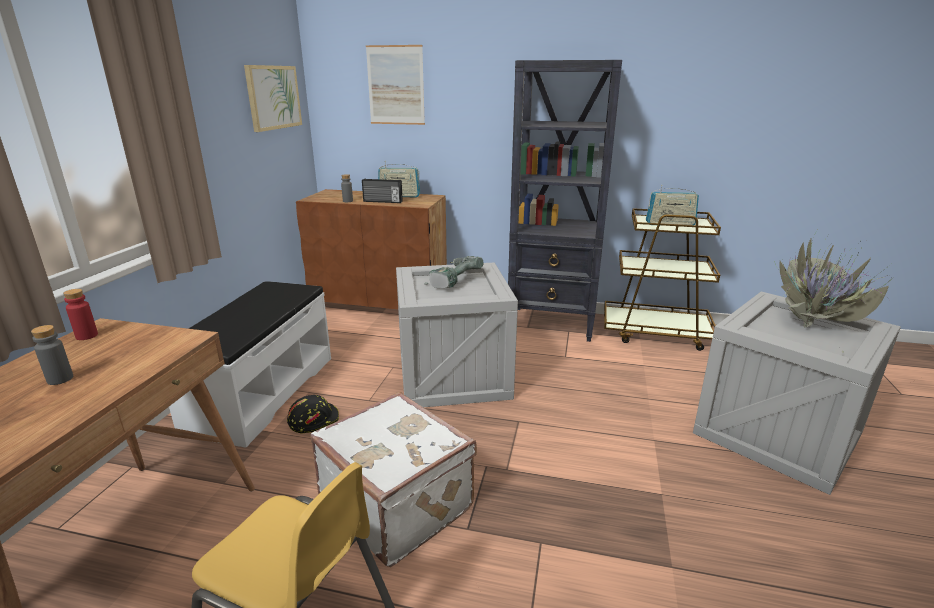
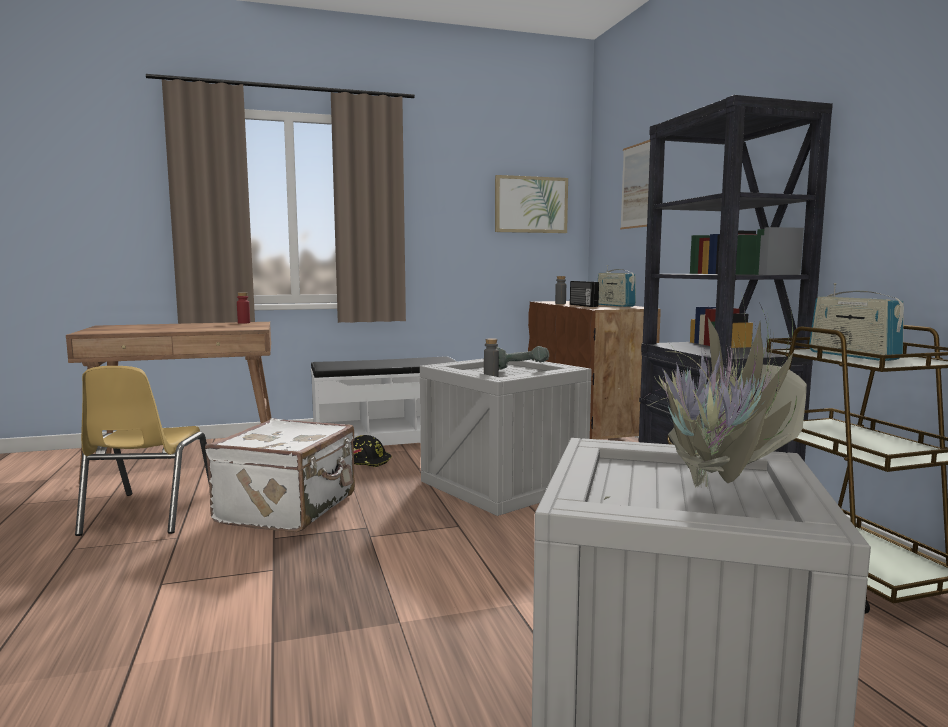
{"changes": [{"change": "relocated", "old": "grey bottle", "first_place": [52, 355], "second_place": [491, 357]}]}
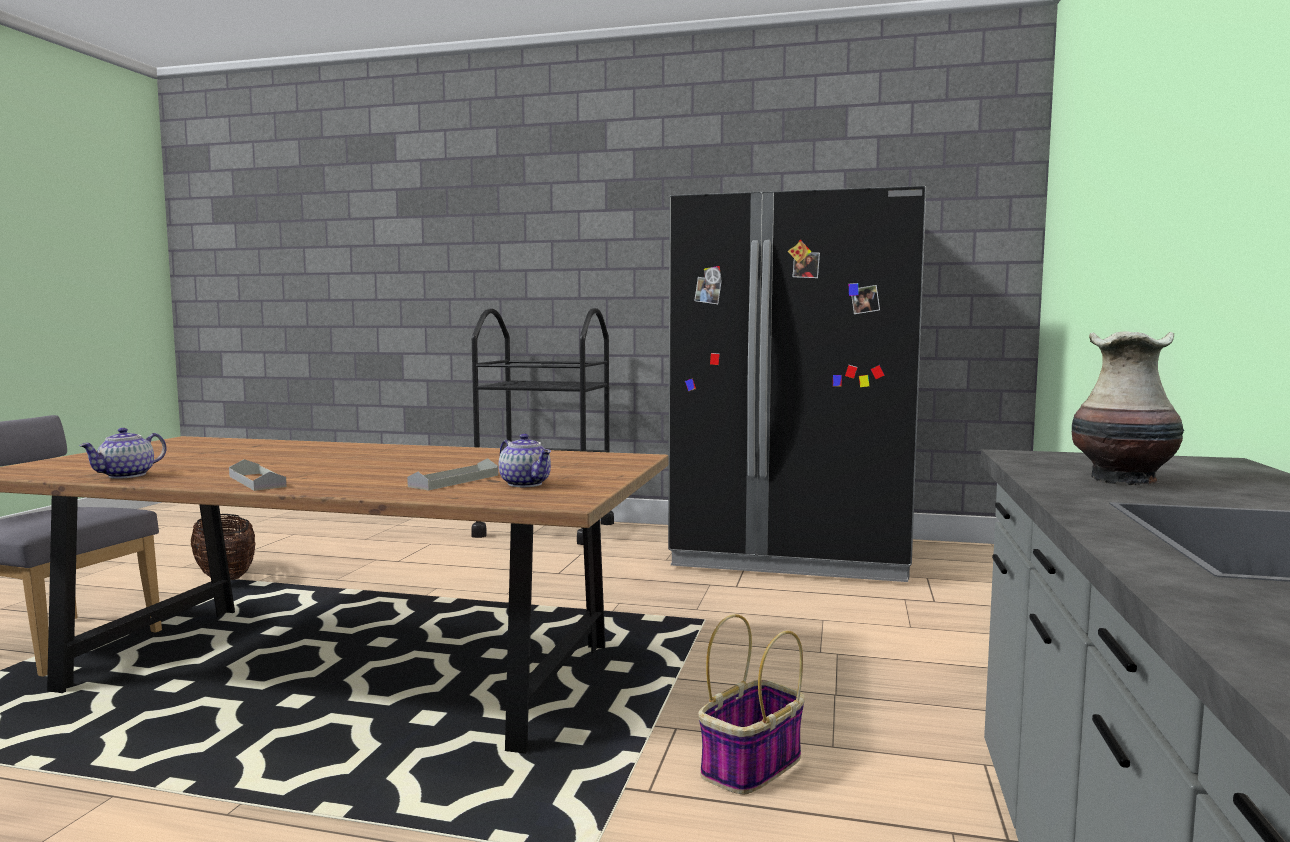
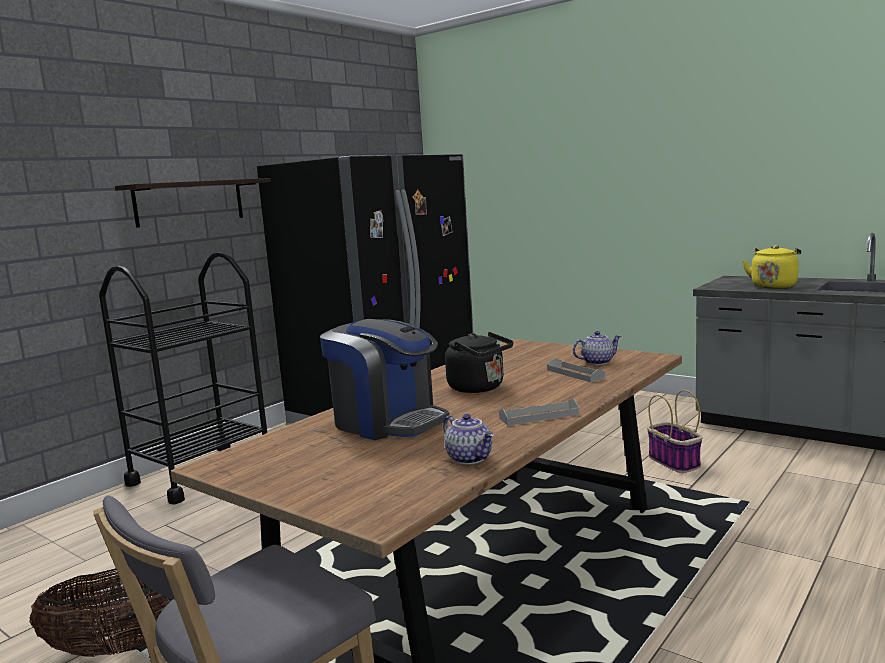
{"changes": [{"change": "exchanged", "old": "vase", "new": "yellow kettle", "first_place": [1128, 409], "second_place": [771, 266]}, {"change": "appeared", "new": "shelf", "second_place": [193, 203]}, {"change": "appeared", "new": "coffee machine", "second_place": [384, 379]}, {"change": "appeared", "new": "black kettle", "second_place": [479, 362]}]}
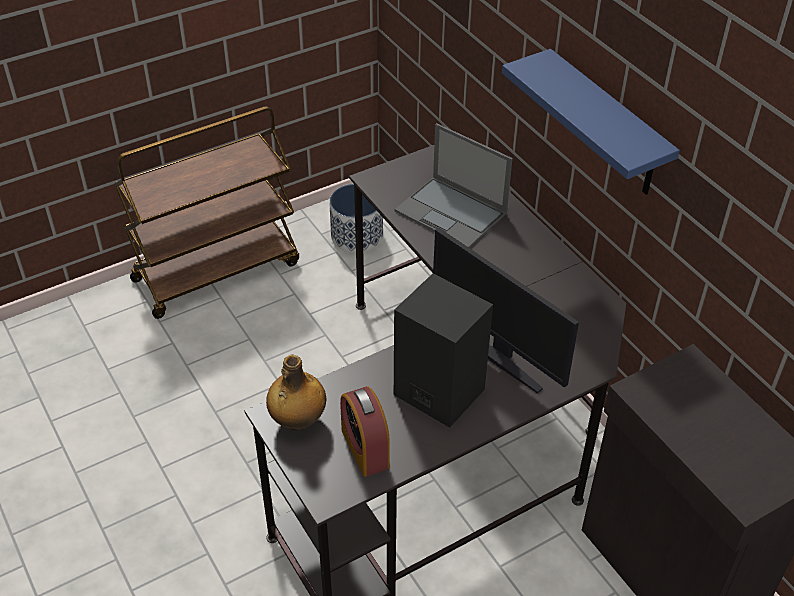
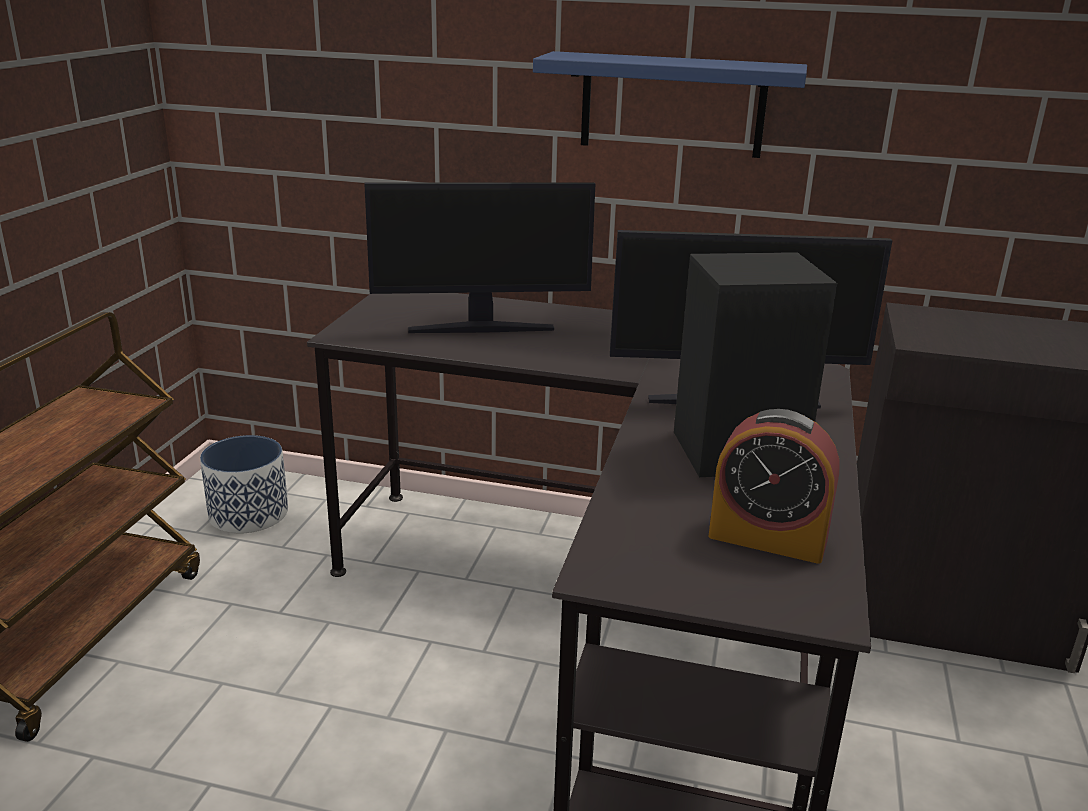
{"changes": [{"change": "exchanged", "old": "laptop", "new": "monitor", "first_place": [454, 185], "second_place": [479, 258]}, {"change": "missing", "old": "bottle", "first_place": [296, 393]}]}
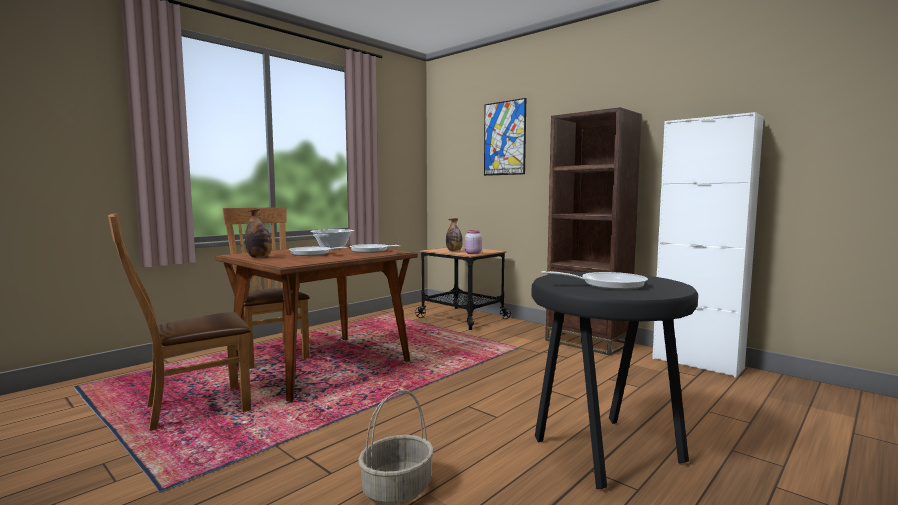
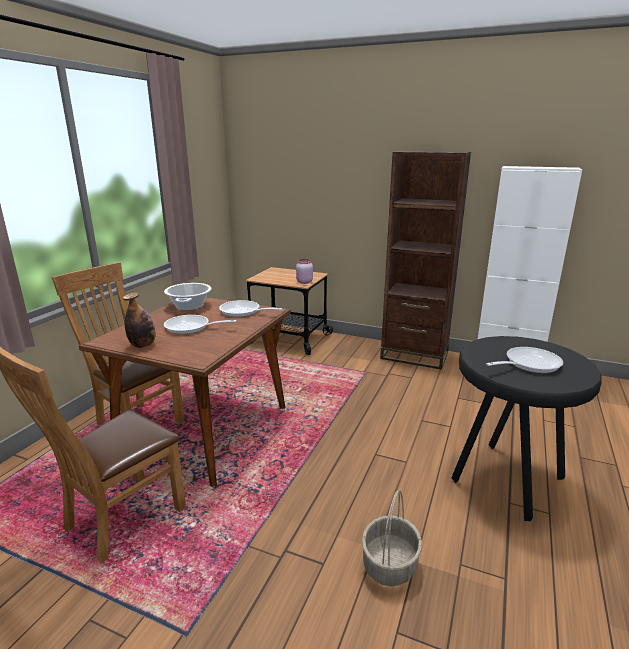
{"changes": [{"change": "missing", "old": "picture", "first_place": [505, 137]}, {"change": "missing", "old": "bottle", "first_place": [454, 234]}]}
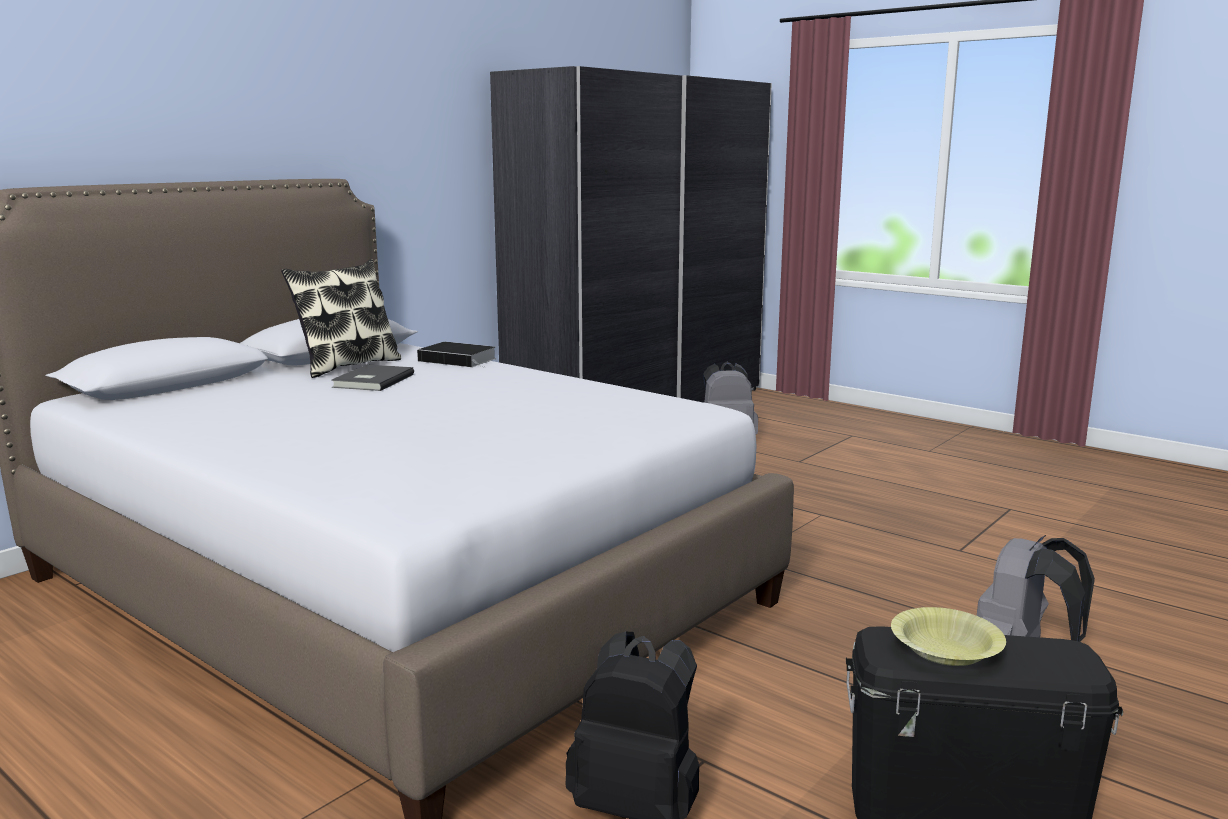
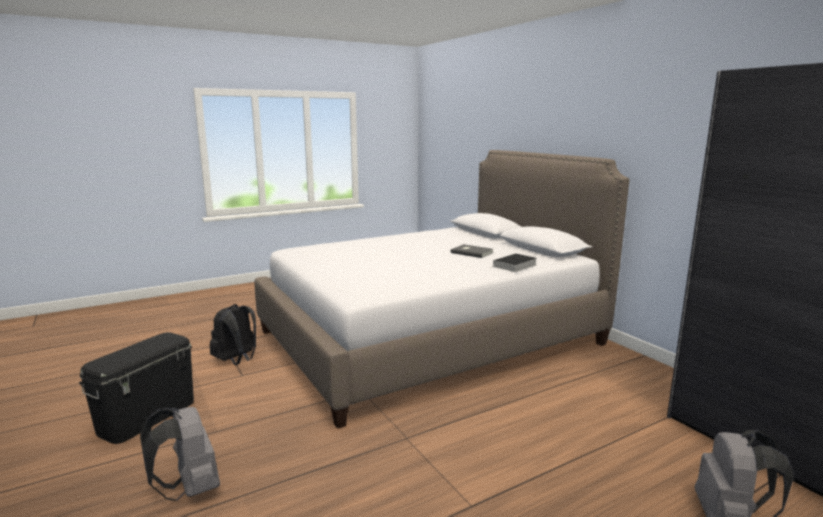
{"changes": [{"change": "missing", "old": "pillow", "first_place": [341, 318]}, {"change": "missing", "old": "yellow bowl", "first_place": [948, 636]}]}
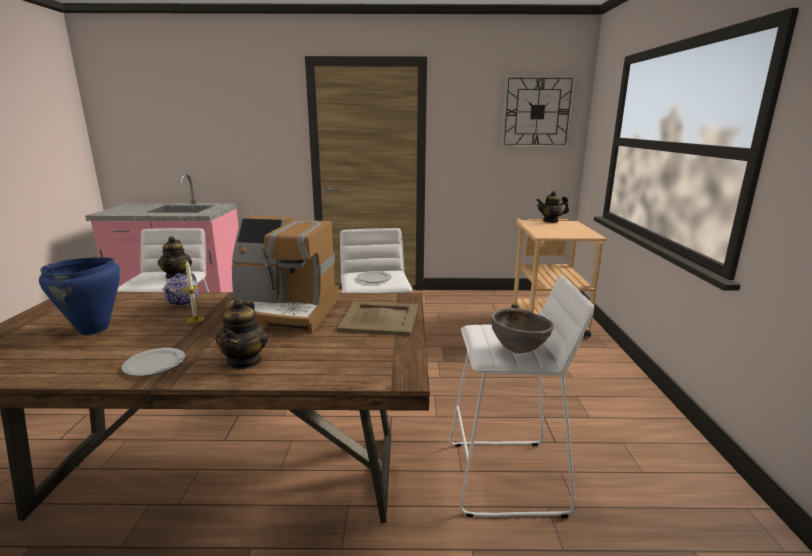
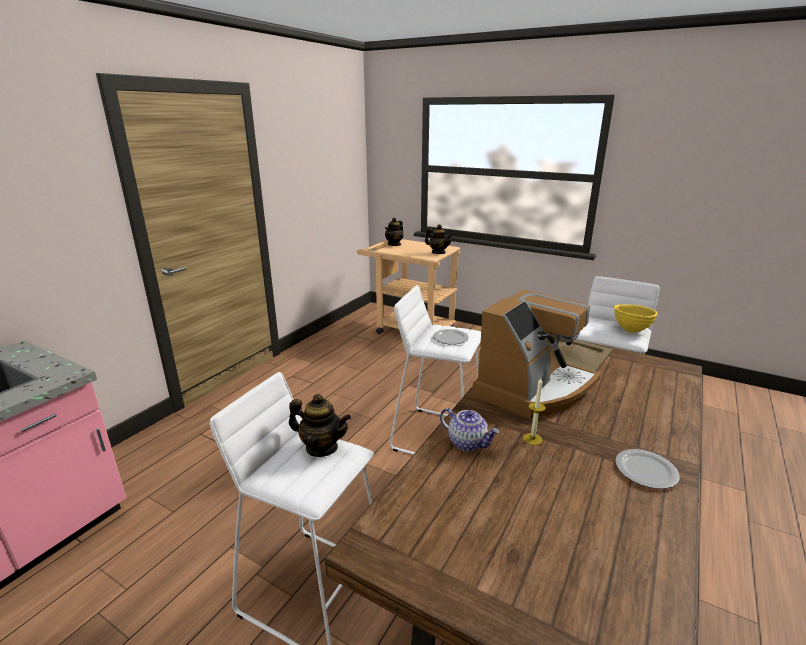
{"changes": [{"change": "missing", "old": "wall clock", "first_place": [538, 111]}, {"change": "missing", "old": "blue cooking pot", "first_place": [80, 296]}, {"change": "relocated", "old": "teapot", "first_place": [242, 333], "second_place": [439, 239]}, {"change": "colour", "old": "brown bowl", "new": "yellow bowl", "first_place": [522, 330], "second_place": [635, 318]}]}
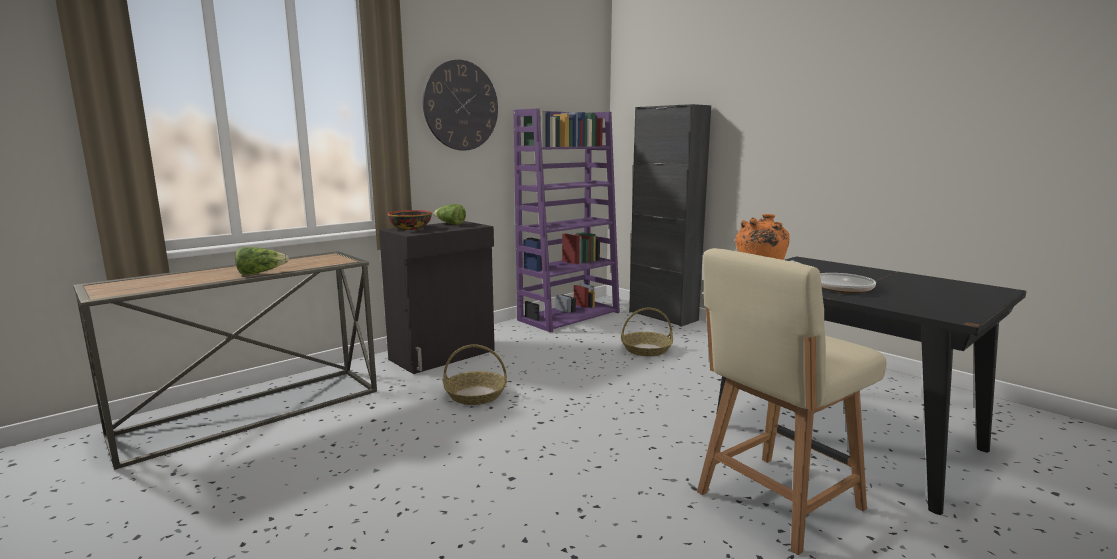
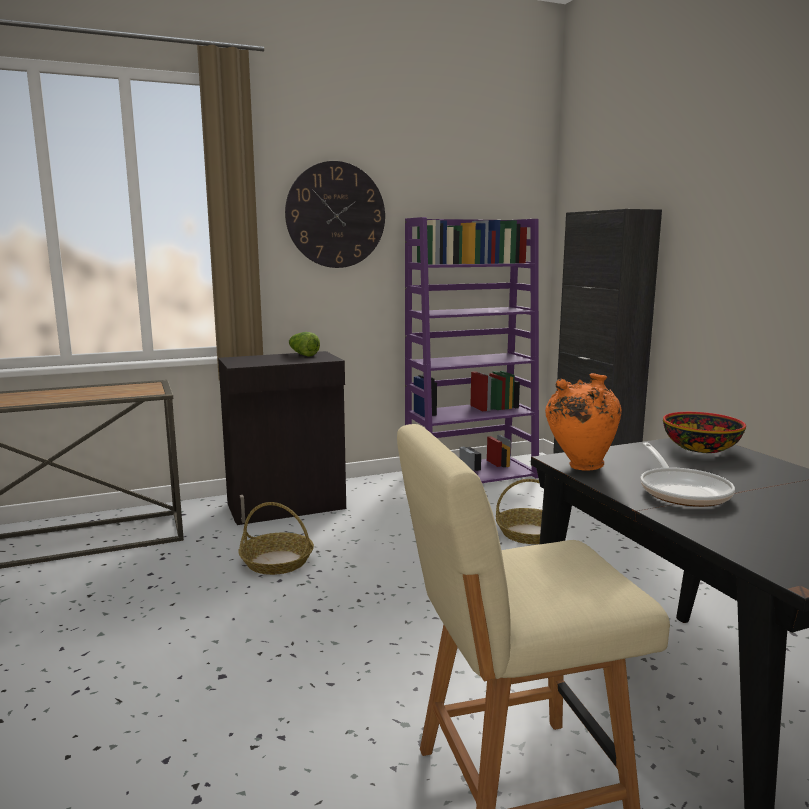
{"changes": [{"change": "relocated", "old": "bowl", "first_place": [409, 220], "second_place": [704, 432]}, {"change": "missing", "old": "lettuce", "first_place": [262, 261]}]}
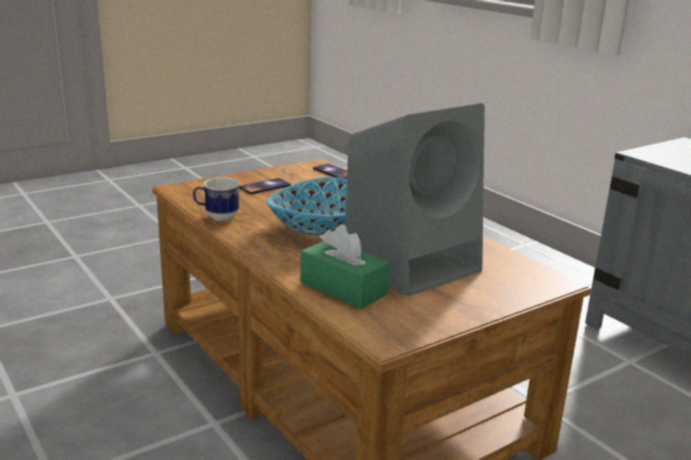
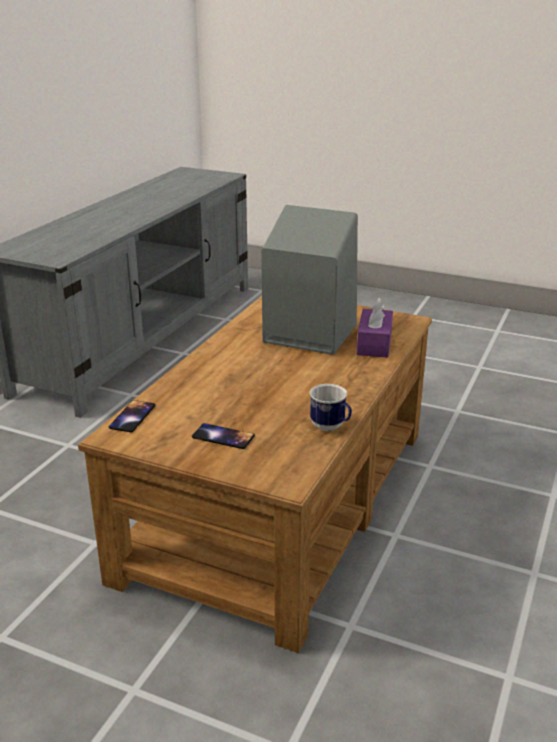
{"changes": [{"change": "missing", "old": "bowl", "first_place": [306, 206]}, {"change": "colour", "old": "green tissue box", "new": "purple tissue box", "first_place": [345, 267], "second_place": [375, 328]}]}
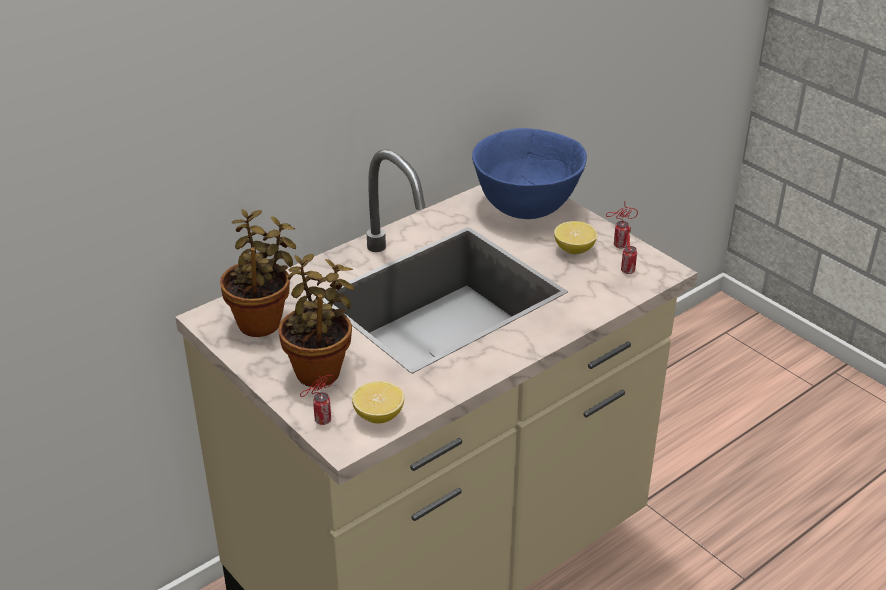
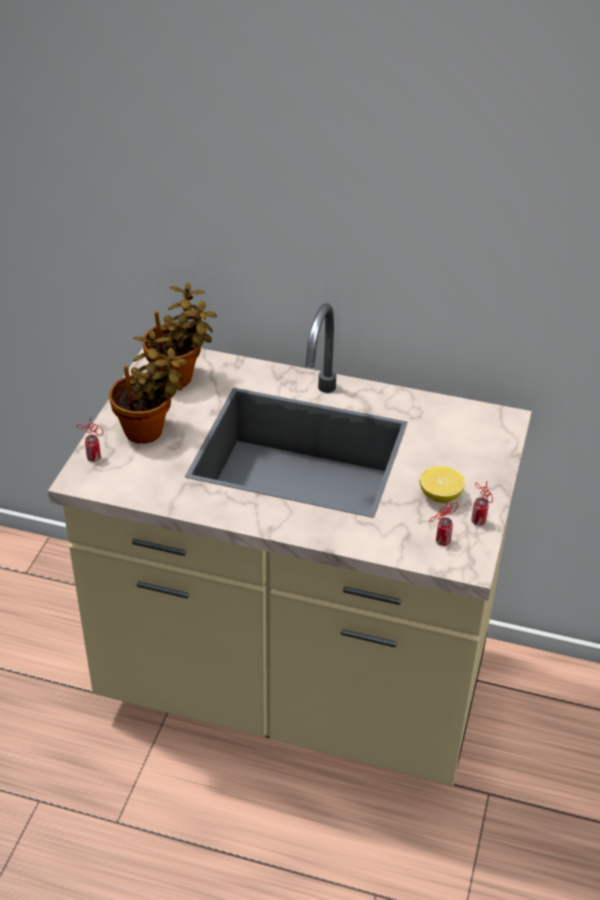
{"changes": [{"change": "missing", "old": "blue bowl", "first_place": [529, 173]}, {"change": "missing", "old": "lemon", "first_place": [378, 402]}]}
